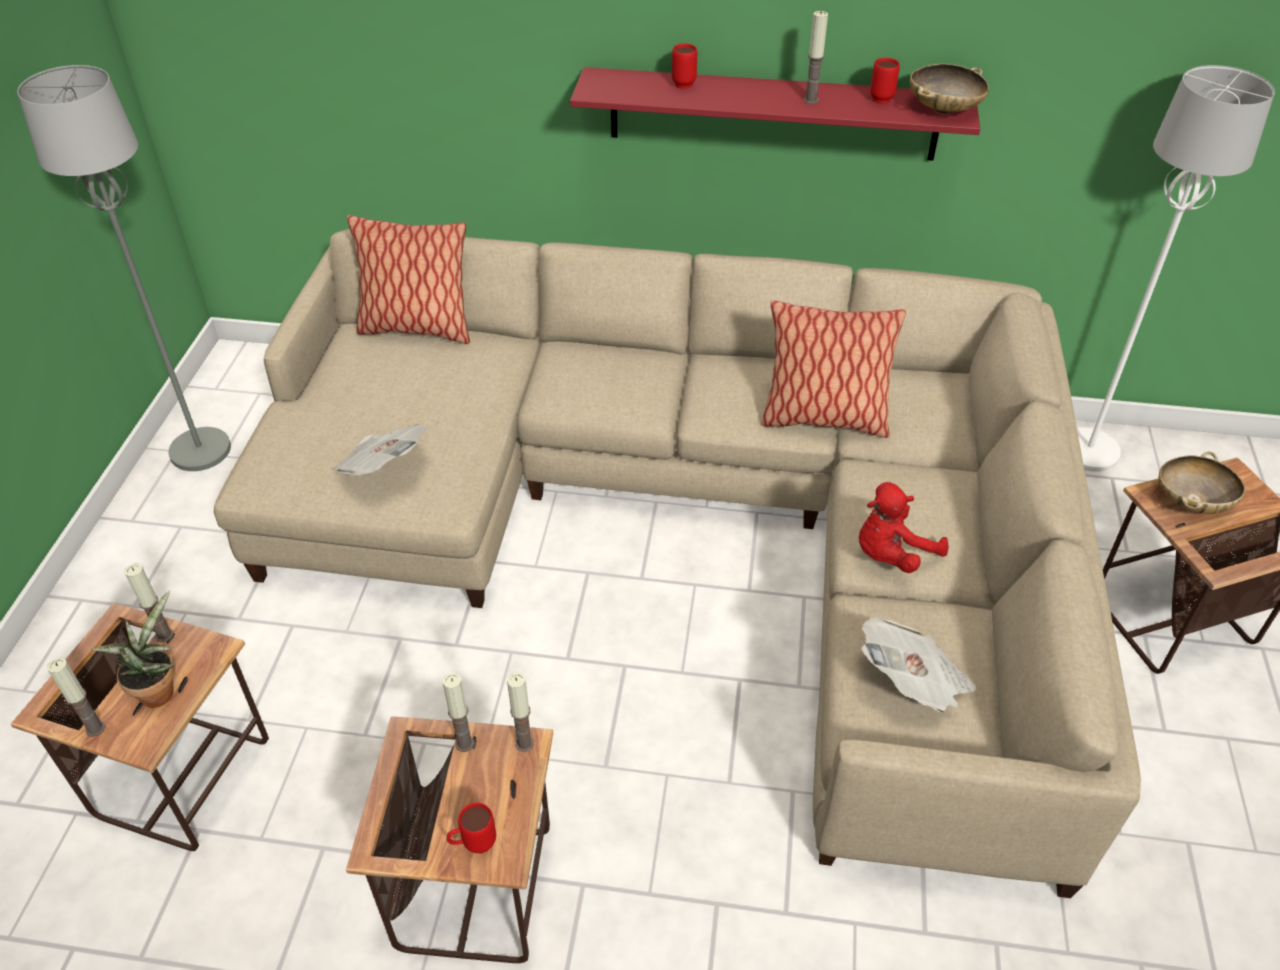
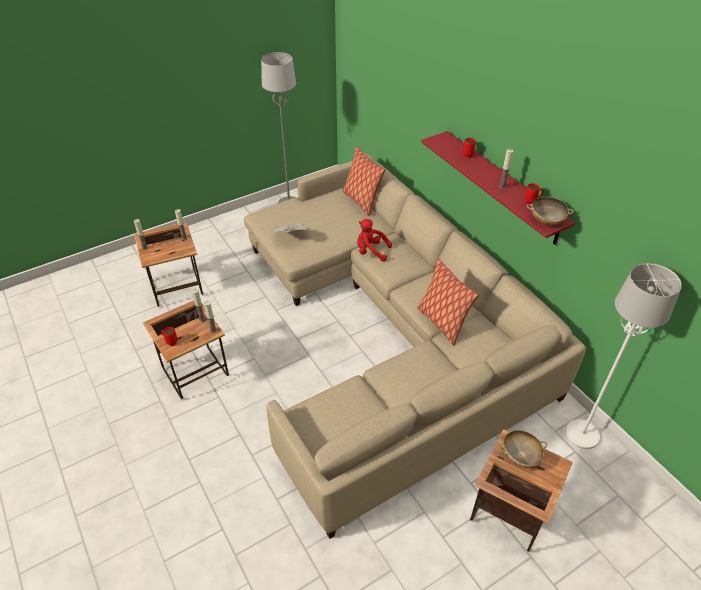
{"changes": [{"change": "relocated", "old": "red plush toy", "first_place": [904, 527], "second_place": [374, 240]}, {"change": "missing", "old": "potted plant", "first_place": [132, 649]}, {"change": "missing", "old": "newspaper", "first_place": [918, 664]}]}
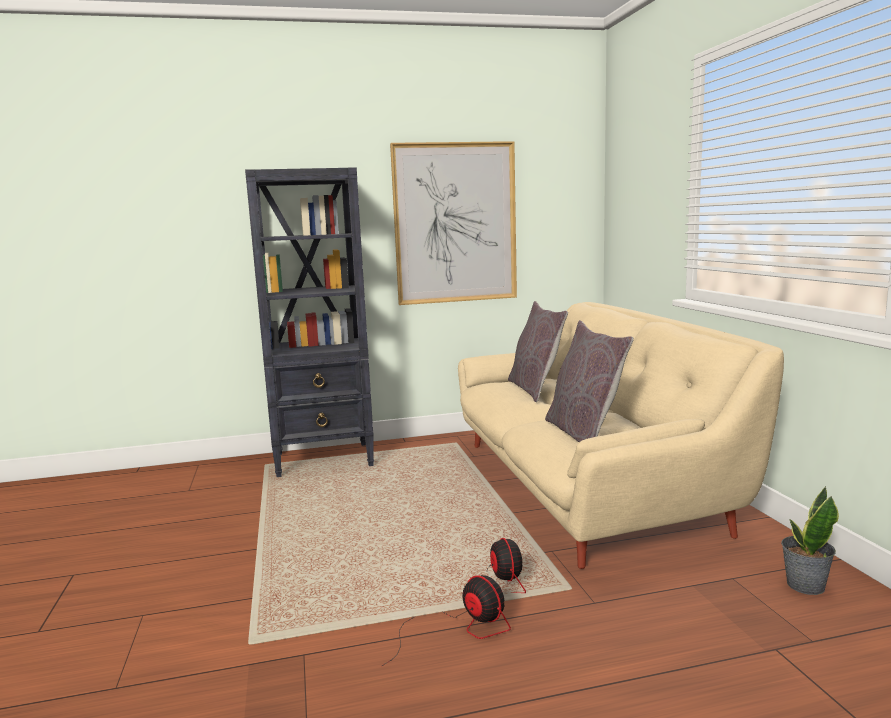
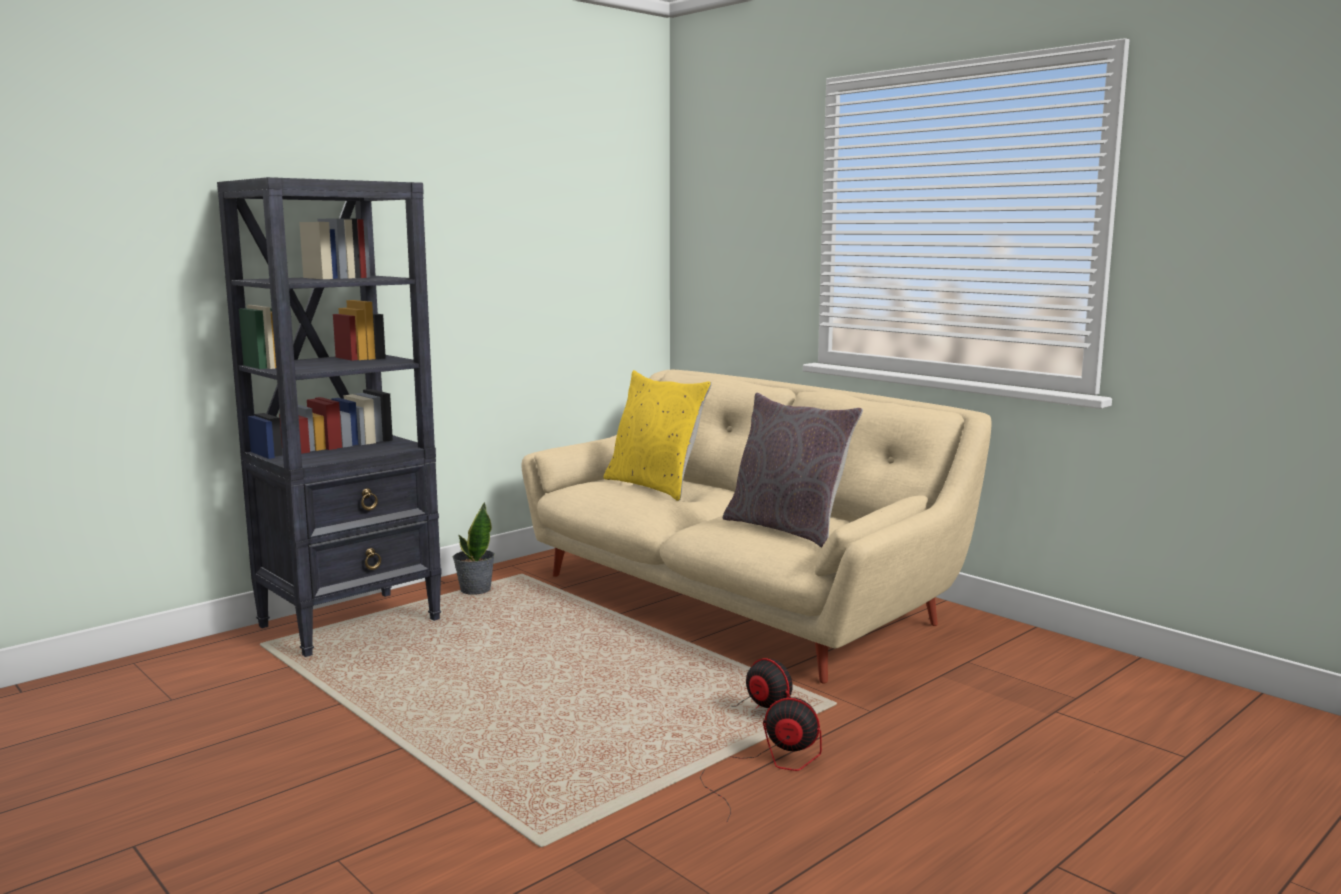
{"changes": [{"change": "missing", "old": "picture", "first_place": [453, 223]}, {"change": "colour", "old": "grey pillow", "new": "yellow pillow", "first_place": [538, 351], "second_place": [657, 435]}, {"change": "relocated", "old": "potted plant", "first_place": [810, 540], "second_place": [474, 548]}]}
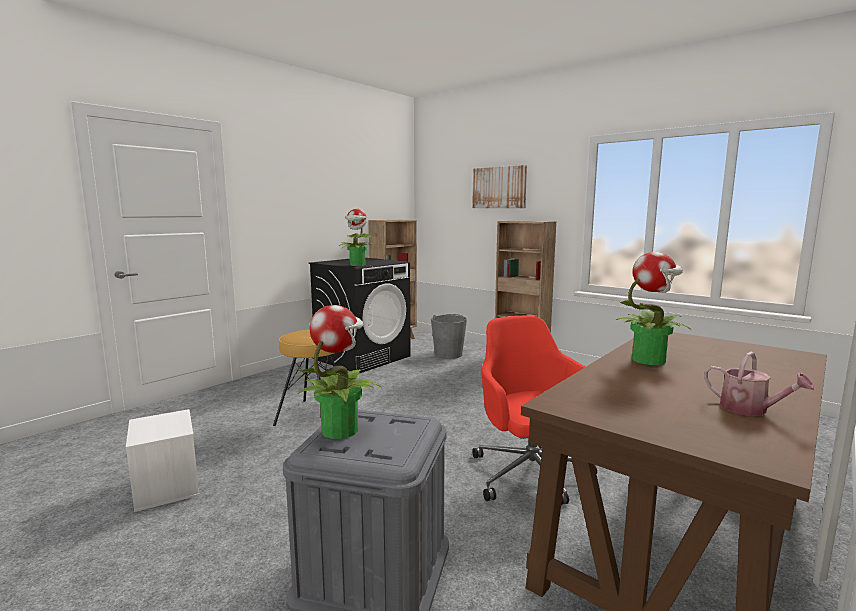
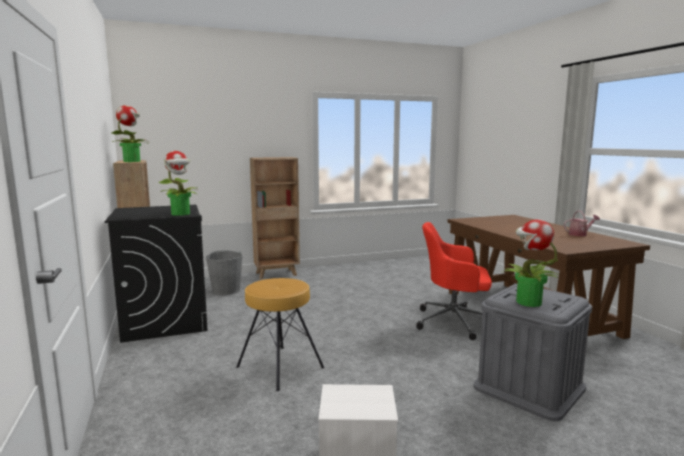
{"changes": [{"change": "missing", "old": "picture", "first_place": [499, 186]}, {"change": "relocated", "old": "potted plant", "first_place": [654, 308], "second_place": [130, 133]}]}
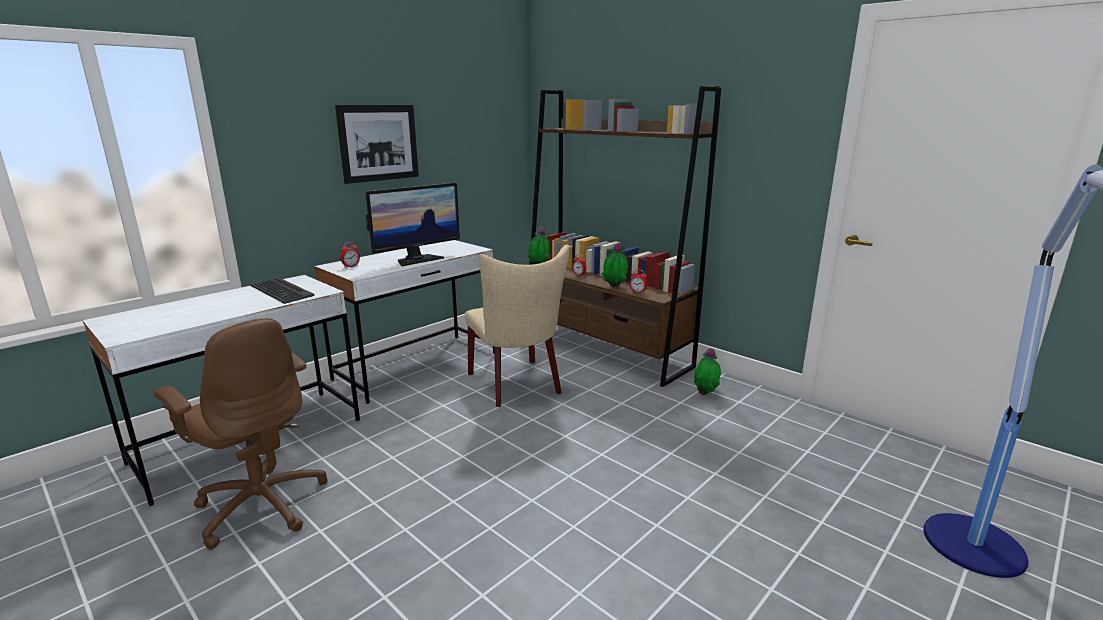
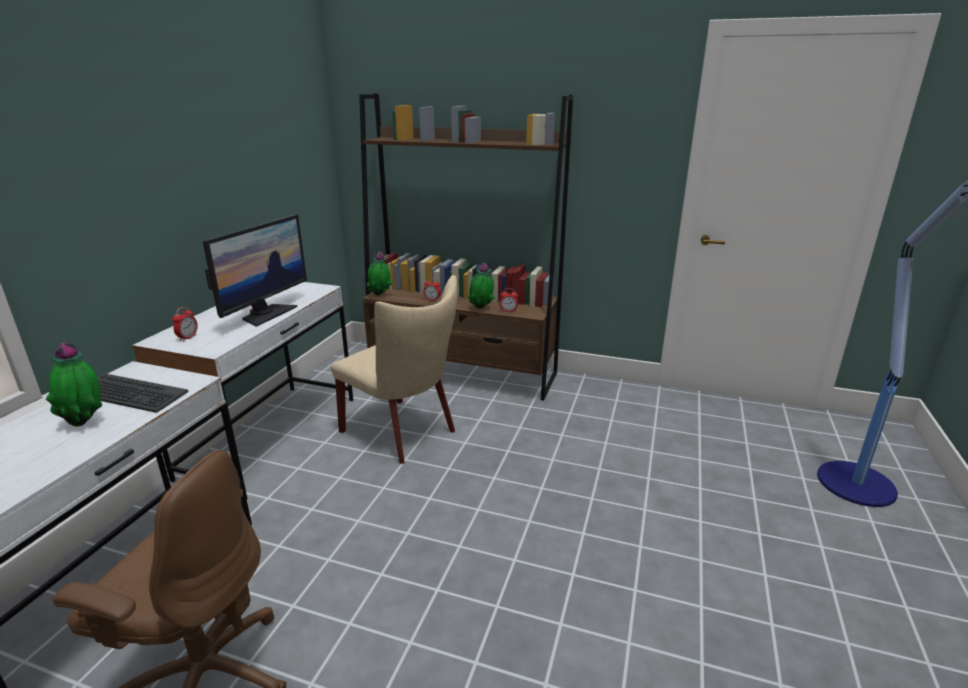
{"changes": [{"change": "missing", "old": "picture", "first_place": [377, 144]}, {"change": "relocated", "old": "potted plant", "first_place": [707, 371], "second_place": [74, 385]}]}
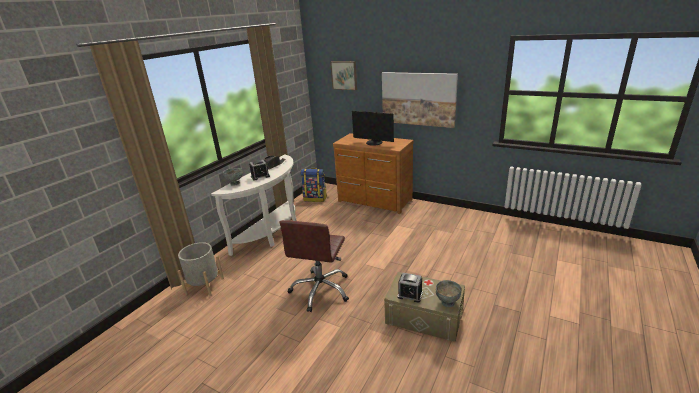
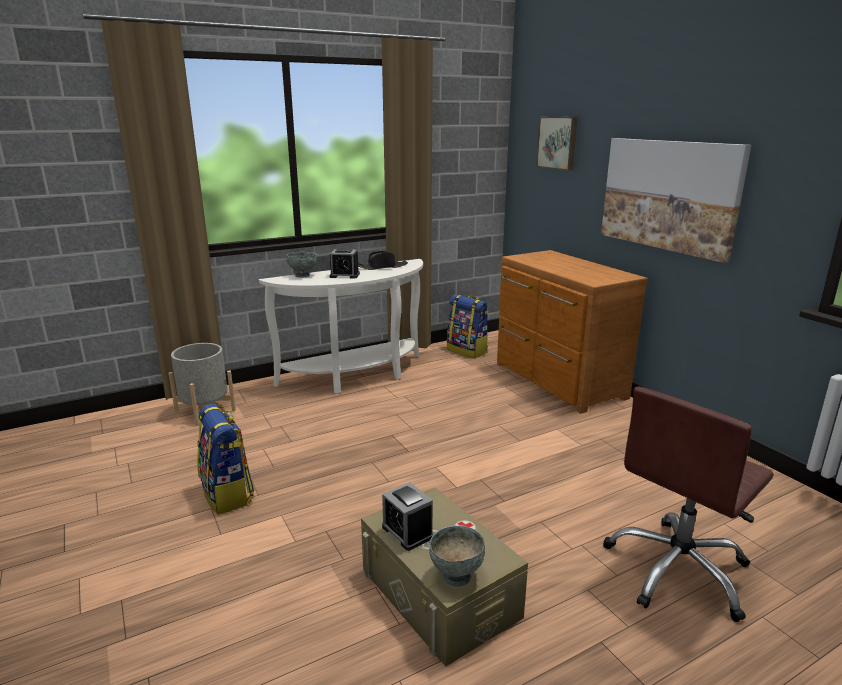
{"changes": [{"change": "missing", "old": "monitor", "first_place": [373, 128]}, {"change": "relocated", "old": "brown office chair", "first_place": [314, 266], "second_place": [688, 504]}, {"change": "appeared", "new": "backpack", "second_place": [226, 459]}]}
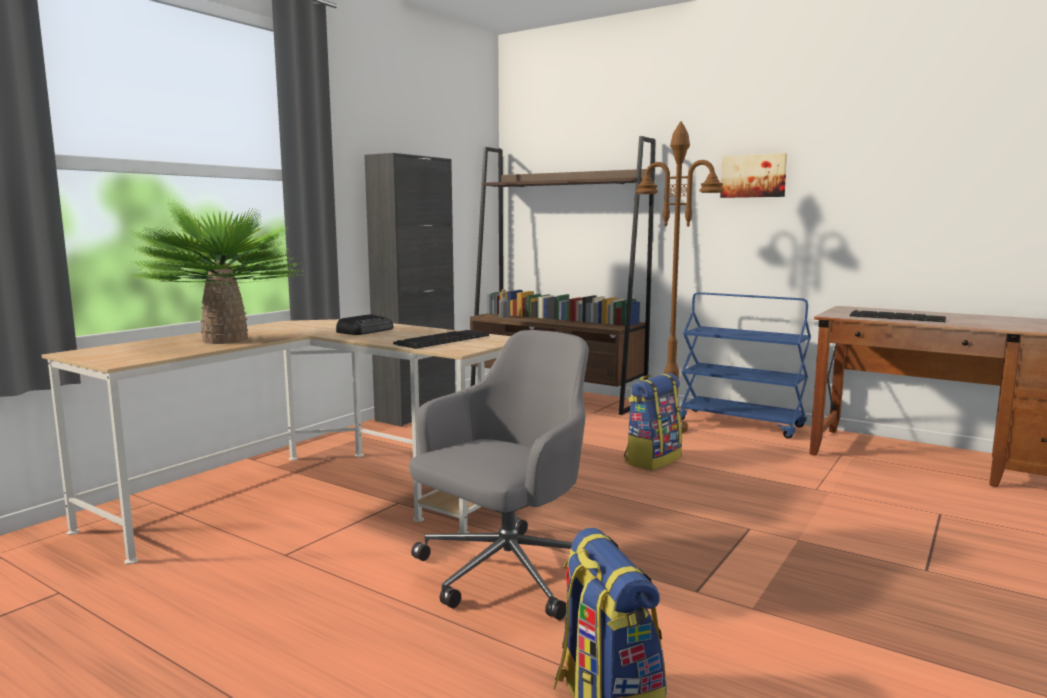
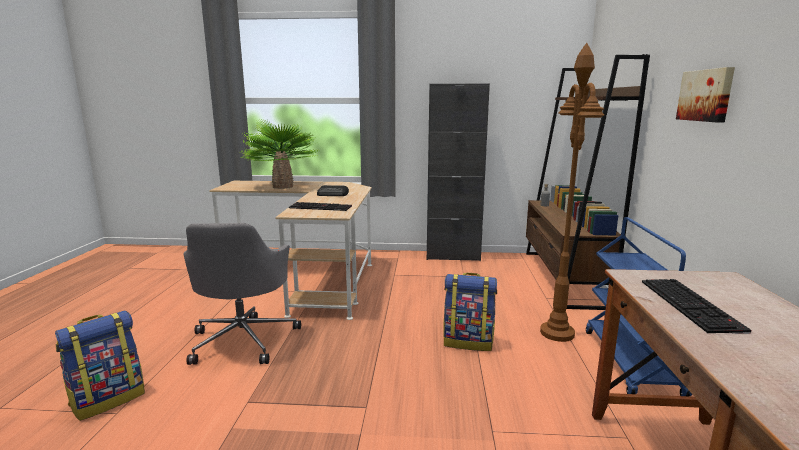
{"changes": [{"change": "spun", "old": "grey office chair", "first_place": [499, 475], "second_place": [242, 294], "degrees": 75}]}
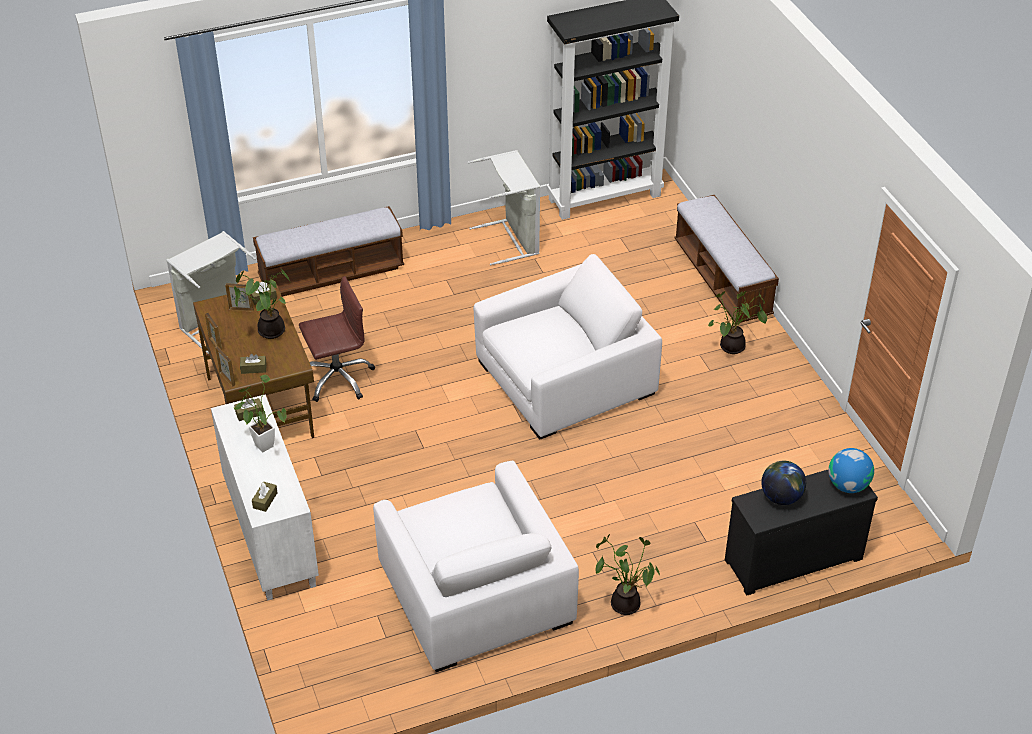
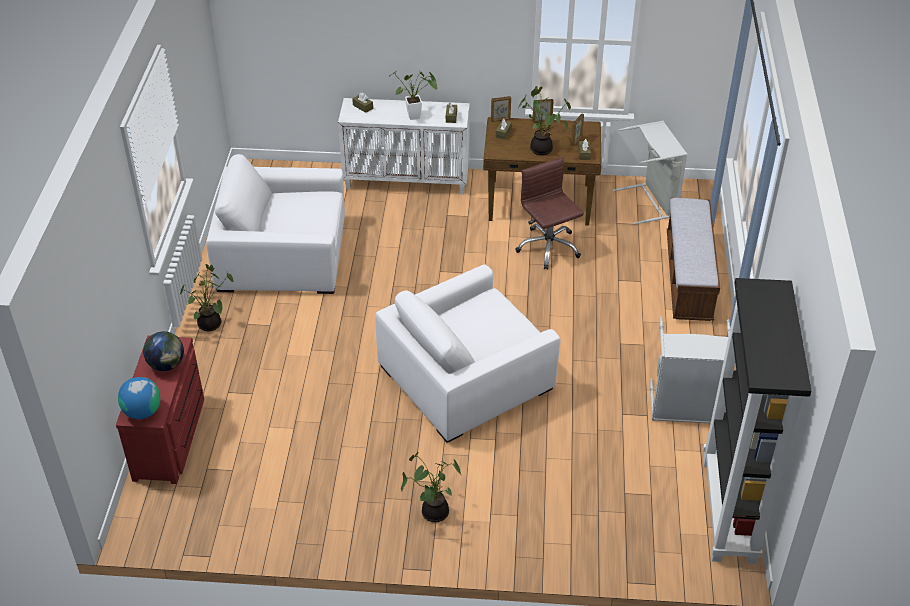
{"changes": [{"change": "missing", "old": "bench", "first_place": [726, 259]}, {"change": "spun", "old": "white armchair", "first_place": [567, 346], "second_place": [468, 353], "degrees": 60}, {"change": "spun", "old": "brown office chair", "first_place": [337, 339], "second_place": [549, 213], "degrees": 150}, {"change": "colour", "old": "black dresser", "new": "red dresser", "first_place": [801, 532], "second_place": [160, 409]}]}
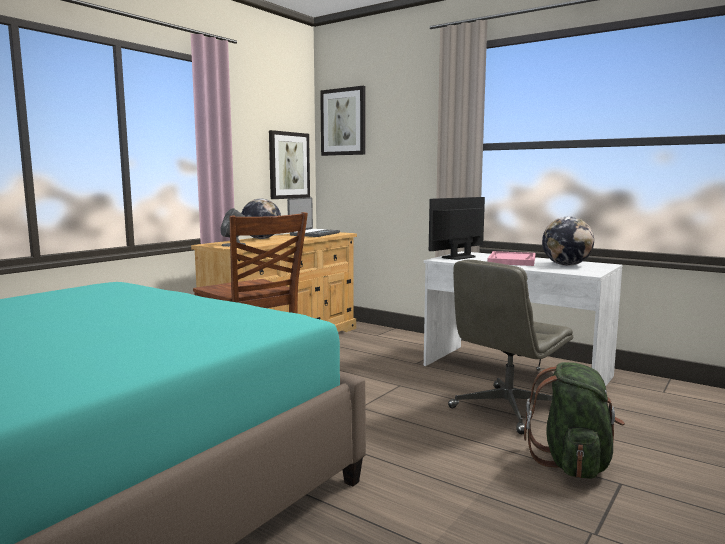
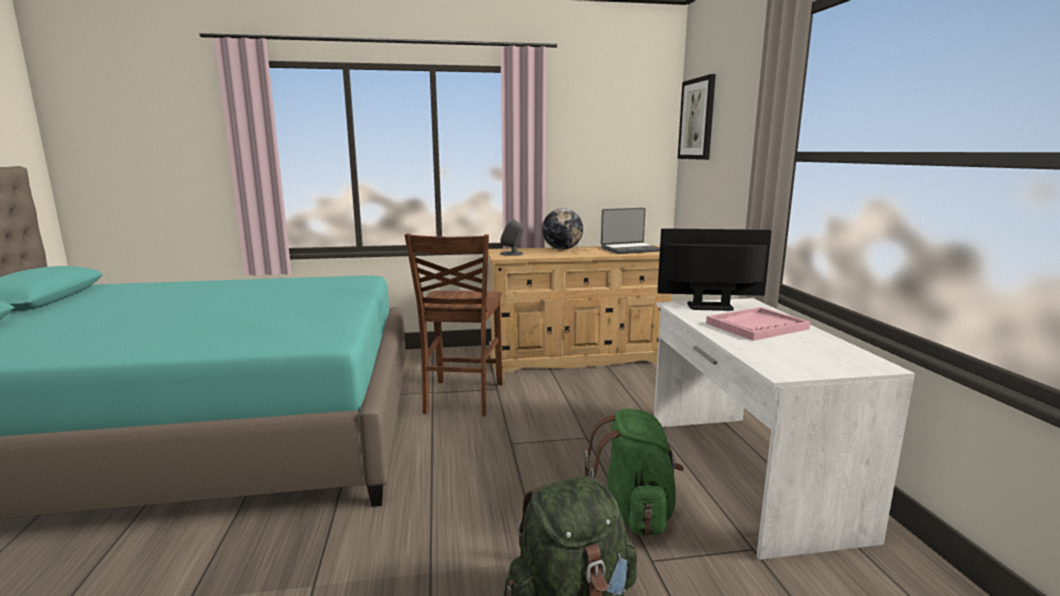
{"changes": [{"change": "missing", "old": "picture", "first_place": [289, 164]}, {"change": "missing", "old": "globe", "first_place": [568, 241]}, {"change": "exchanged", "old": "grey office chair", "new": "green backpack", "first_place": [510, 347], "second_place": [634, 472]}]}
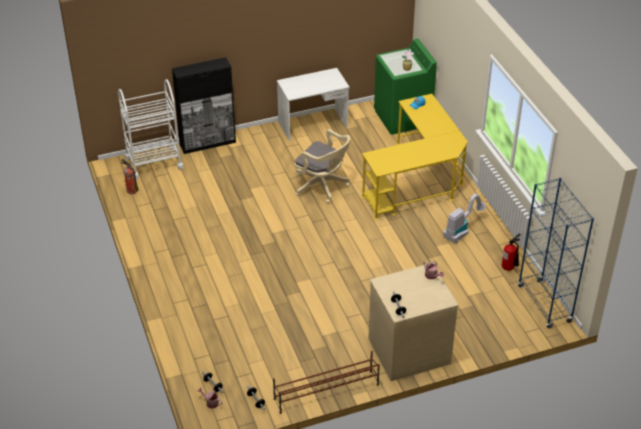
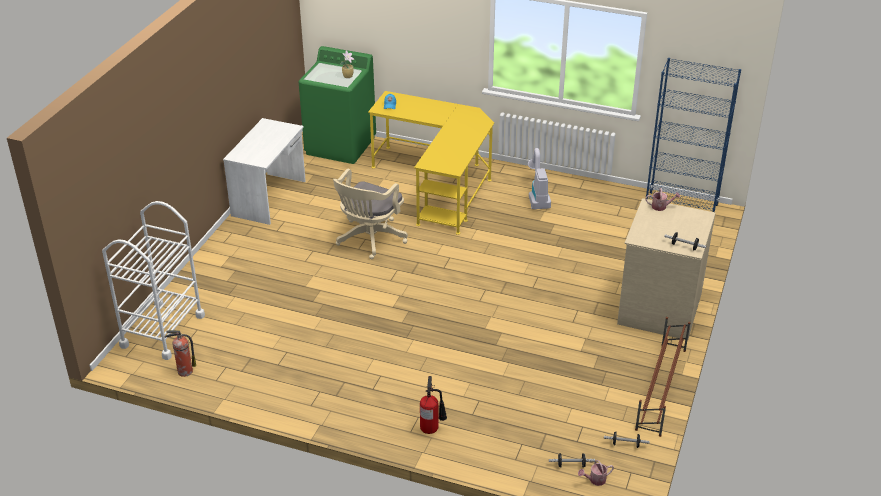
{"changes": [{"change": "missing", "old": "black cabinet", "first_place": [204, 105]}, {"change": "spun", "old": "beige office chair", "first_place": [322, 166], "second_place": [370, 214], "degrees": 135}, {"change": "relocated", "old": "fire extinguisher", "first_place": [511, 252], "second_place": [433, 405]}]}
